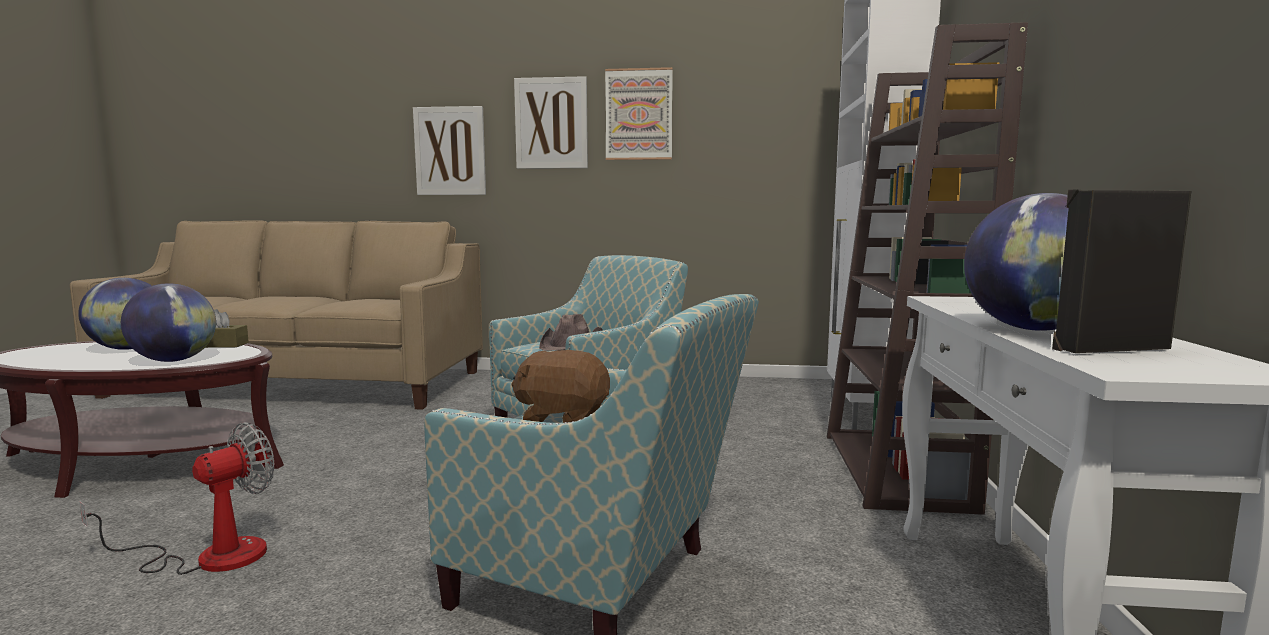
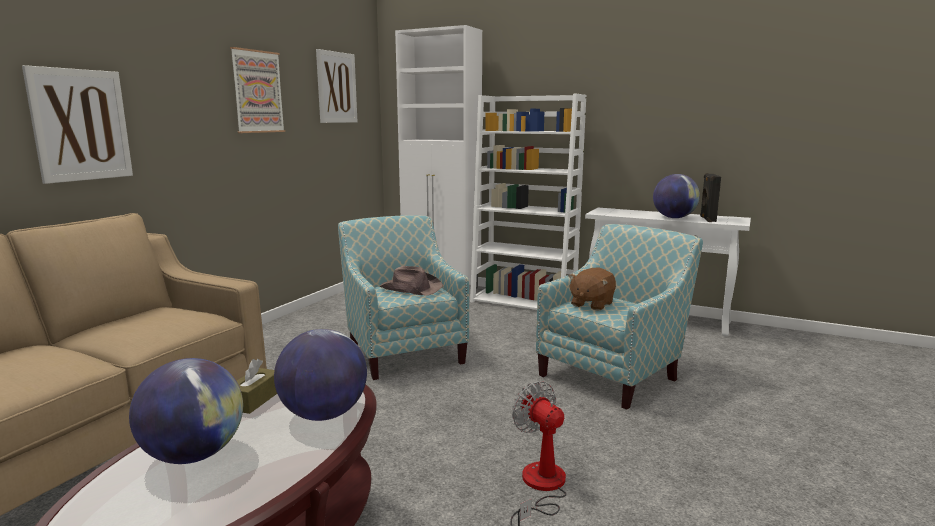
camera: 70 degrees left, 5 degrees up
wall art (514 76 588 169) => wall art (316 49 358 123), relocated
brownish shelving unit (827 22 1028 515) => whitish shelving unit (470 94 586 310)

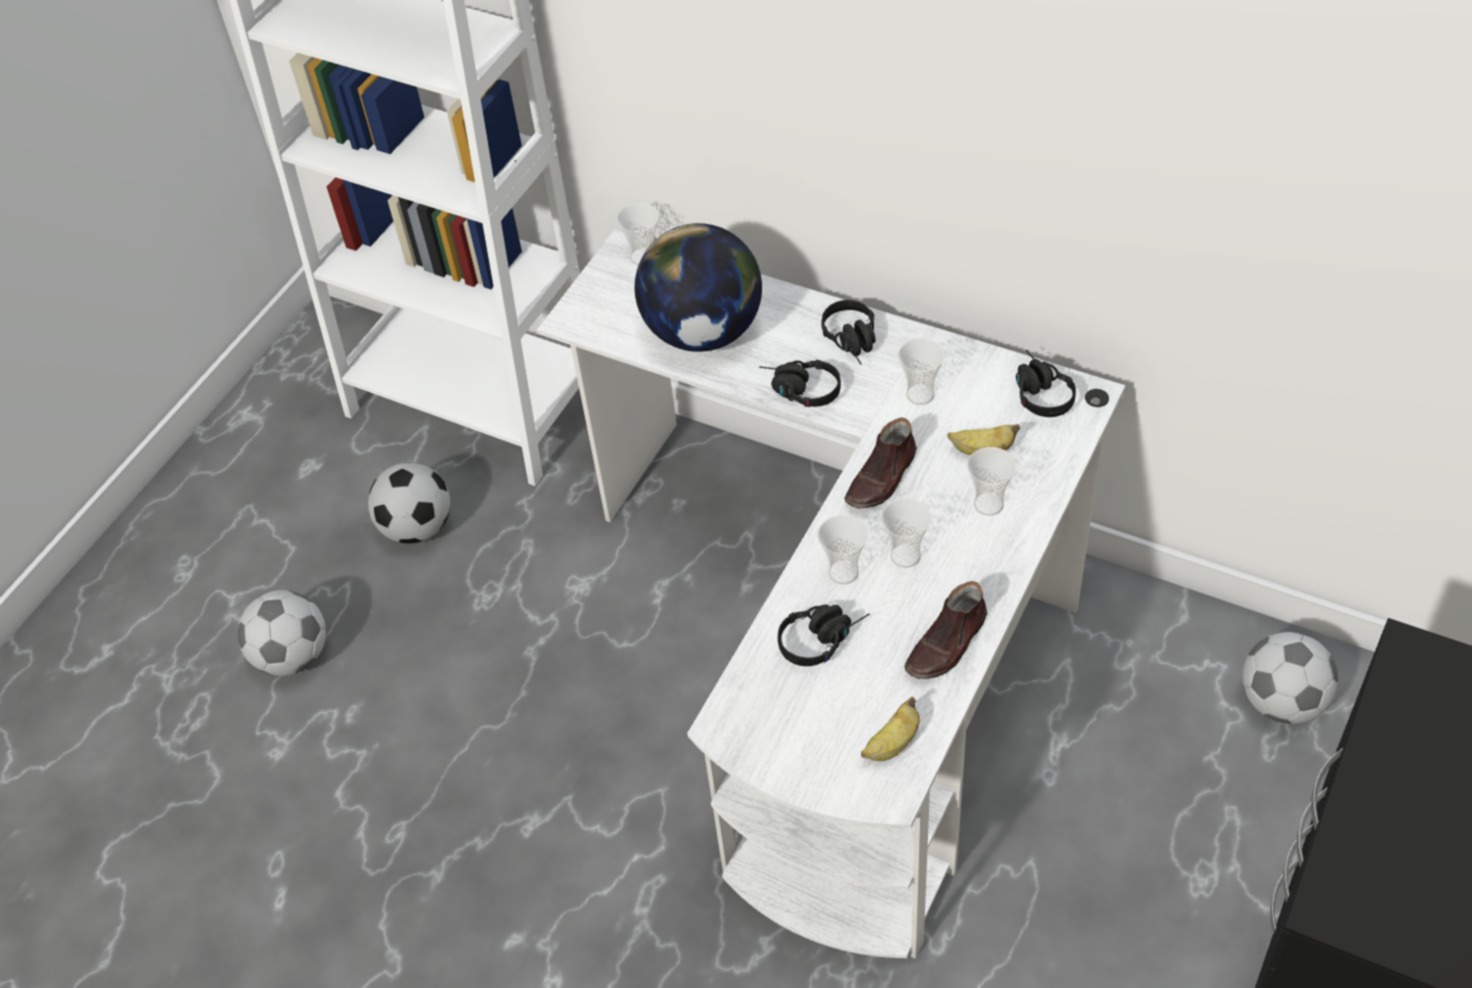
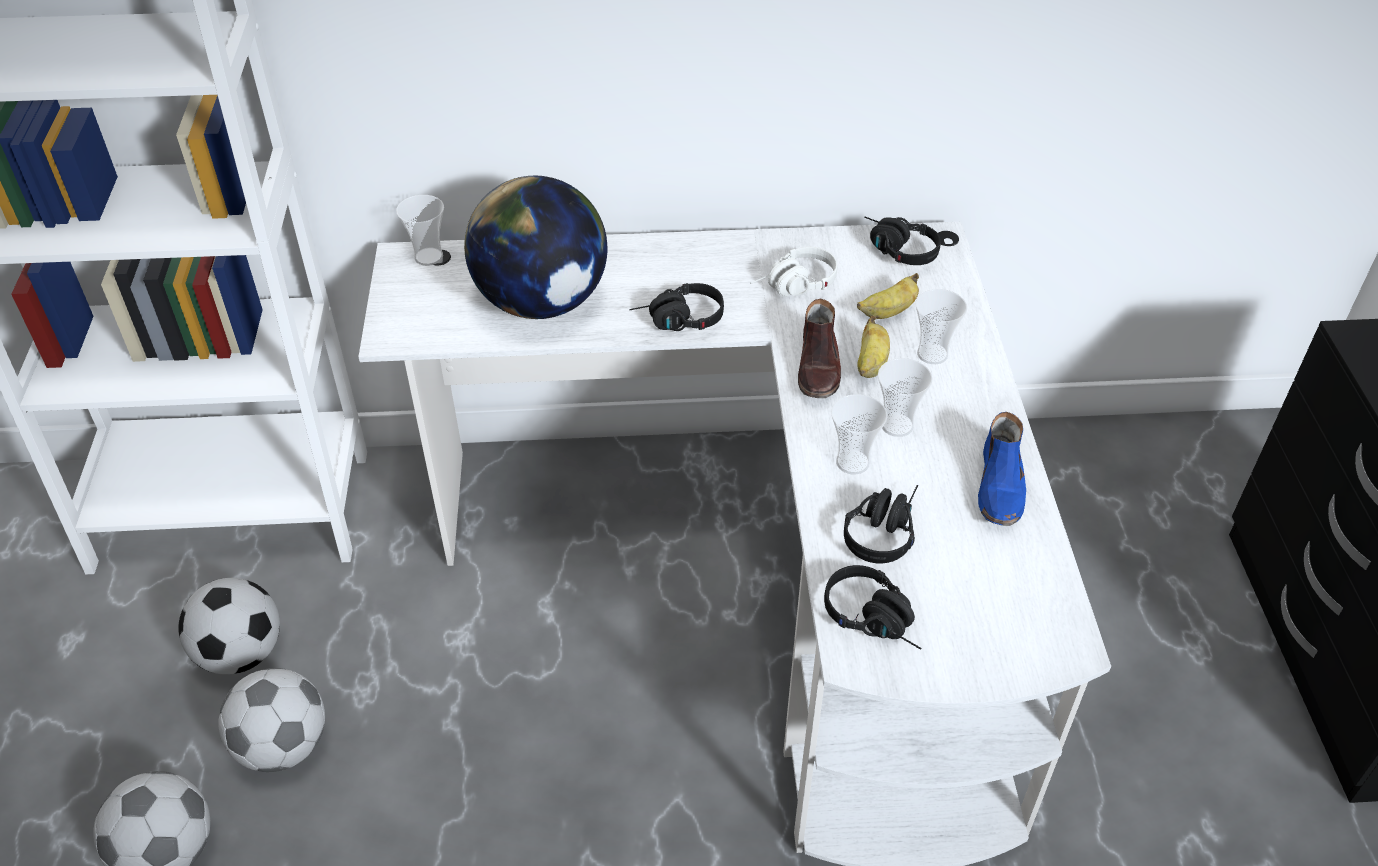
camera: 35 degrees left, 5 degrees down
blackish headset (821 300 876 365) => blackish headset (824 565 922 650), relocated
whole banana (861 697 920 761) => whole banana (857 315 890 378), relocated
football ball (1242 632 1338 724) => football ball (218 668 325 772), relocated
cup (898 338 944 405) => whitish headset (750 247 837 297)
brownish shoe (904 581 987 679) => blue-coloured shoe (978 412 1026 526)

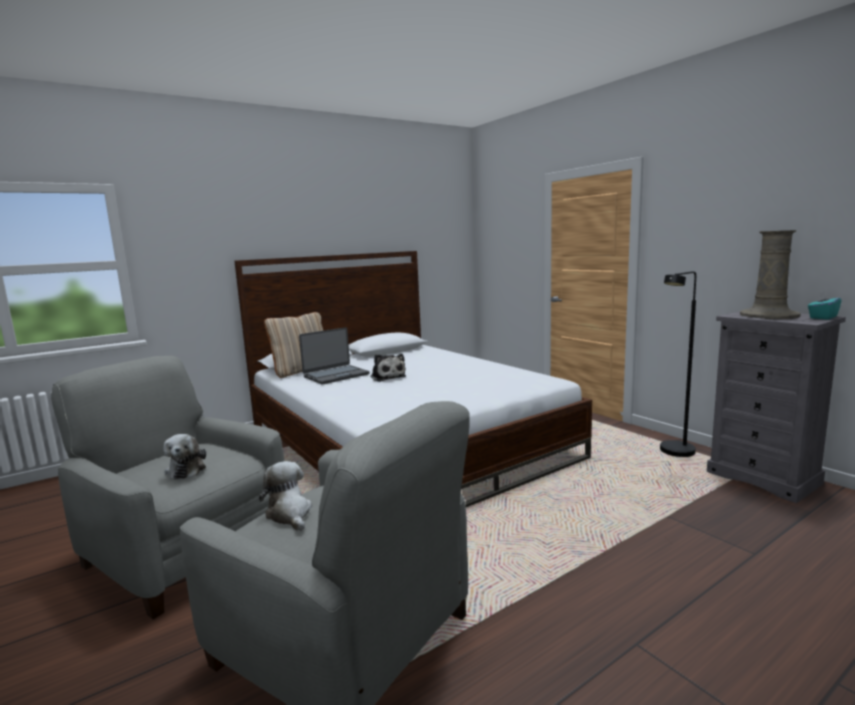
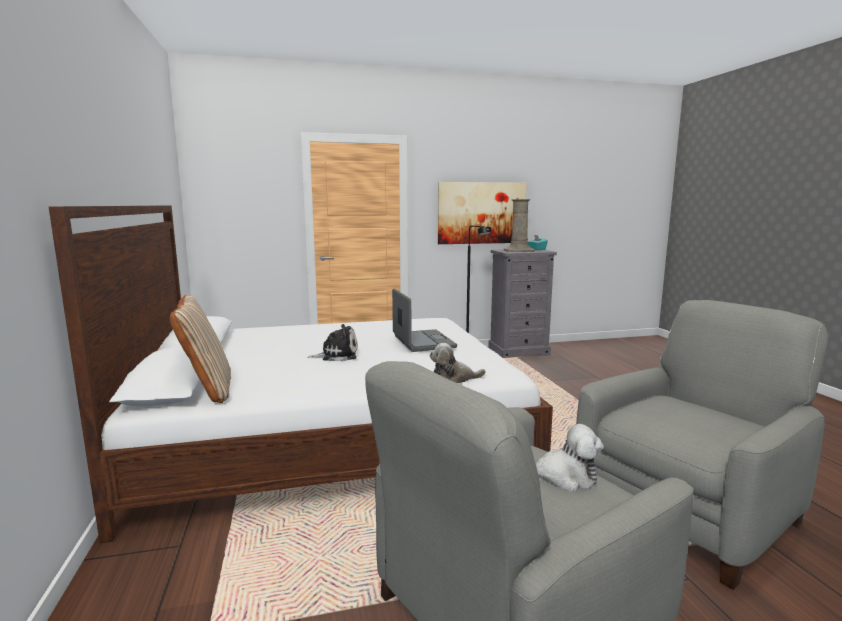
camera: 70 degrees left, 0 degrees up
nothing => wall art (438 182 526 244)
cuddly toy (259 461 312 531) => cuddly toy (430 343 486 383), relocated
laptop (299 327 370 384) => laptop (392 289 457 352), relocated

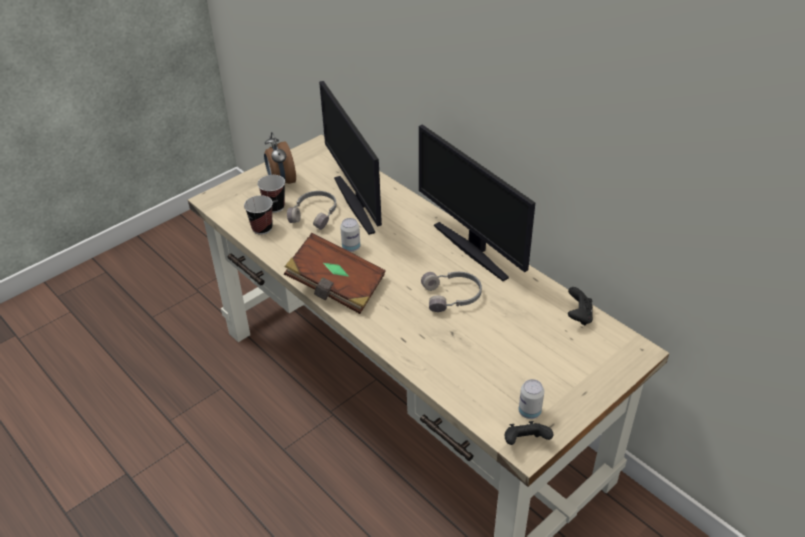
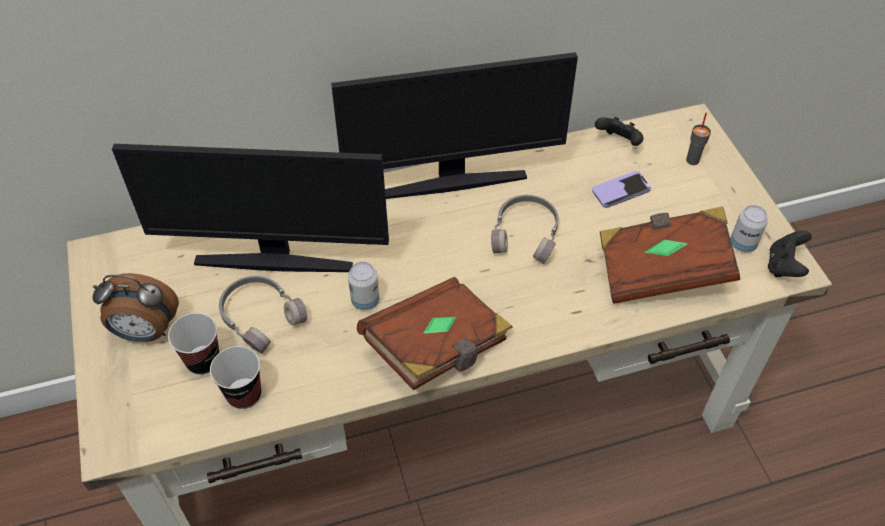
camera: 65 degrees left, 10 degrees up
nothing => phone (592 171 651 208)
nothing => brownish book (600 206 740 304)
nothing => grey cup (686 113 711 165)

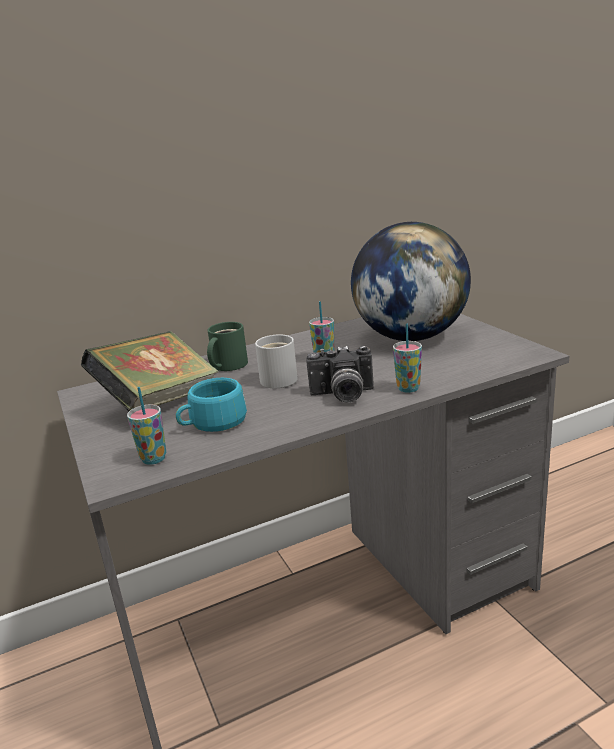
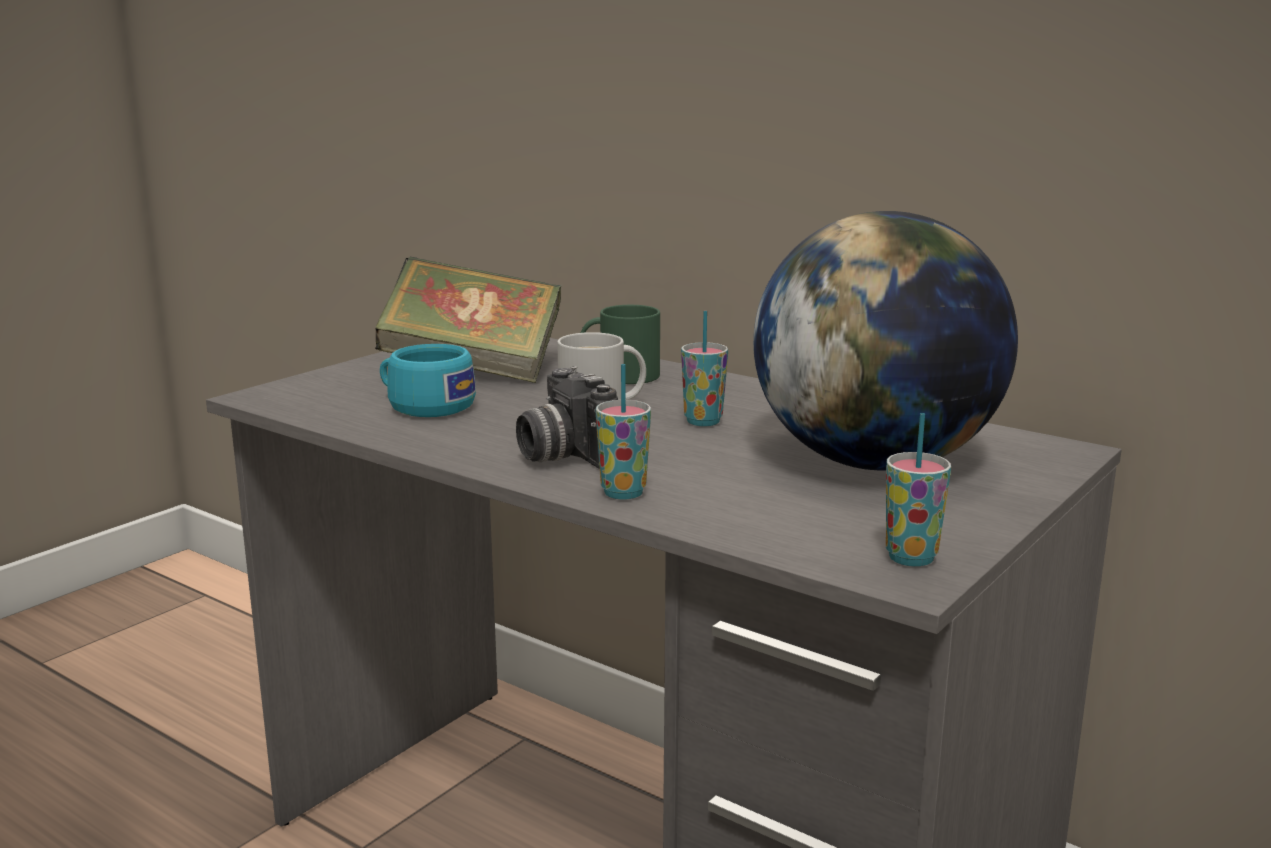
camera: 60 degrees right, 5 degrees down
cup (127 387 166 465) => cup (886 413 951 567), relocated

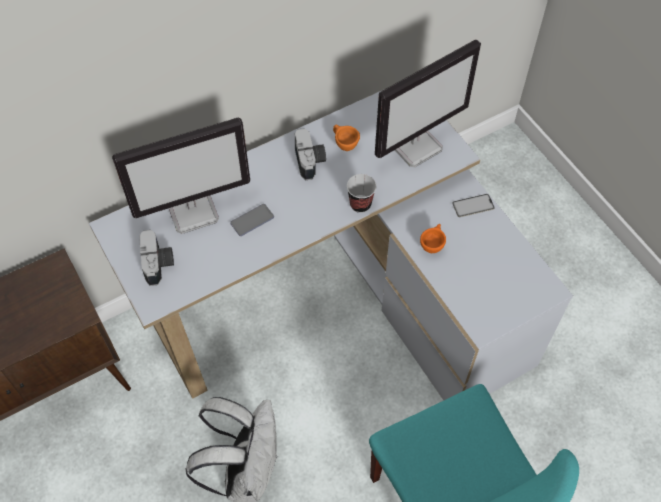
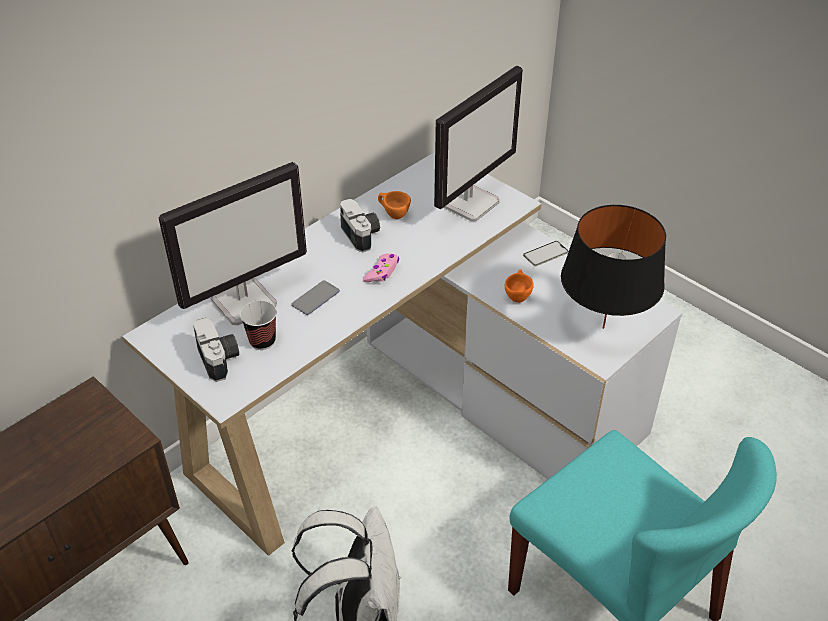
camera: 15 degrees left, 15 degrees down
nothing => pink-coloured gamepad (363 254 399 282)
nothing => blackish tabletop lamp (561 205 666 329)
cup (347 174 377 213) => cup (240 300 277 350), relocated

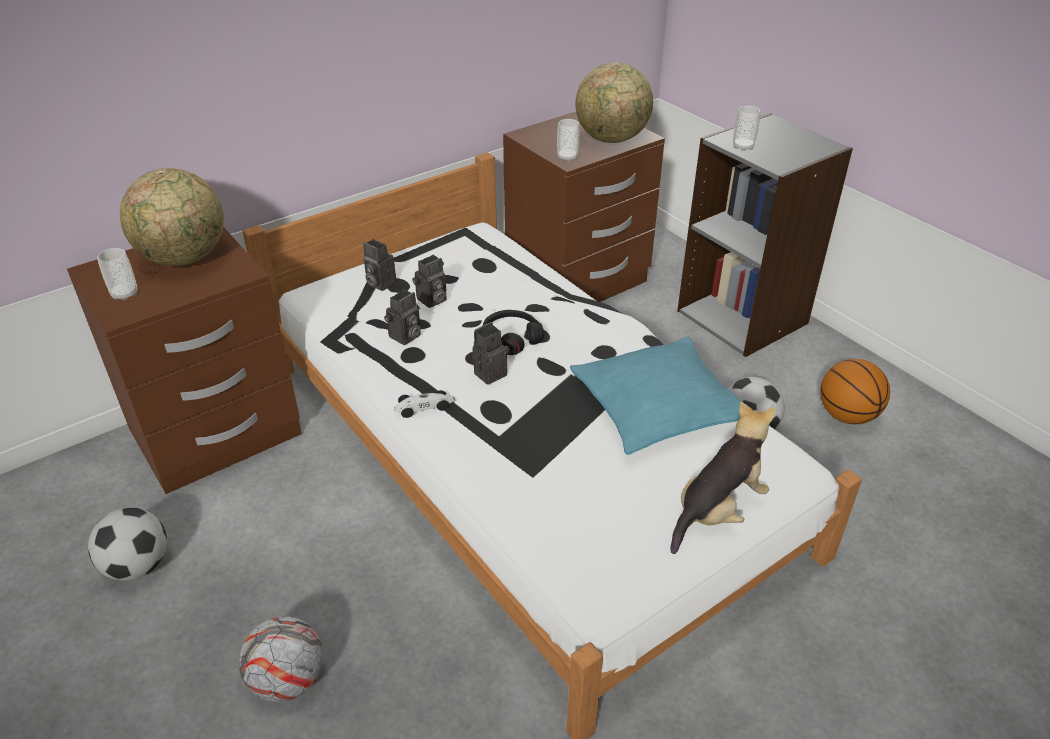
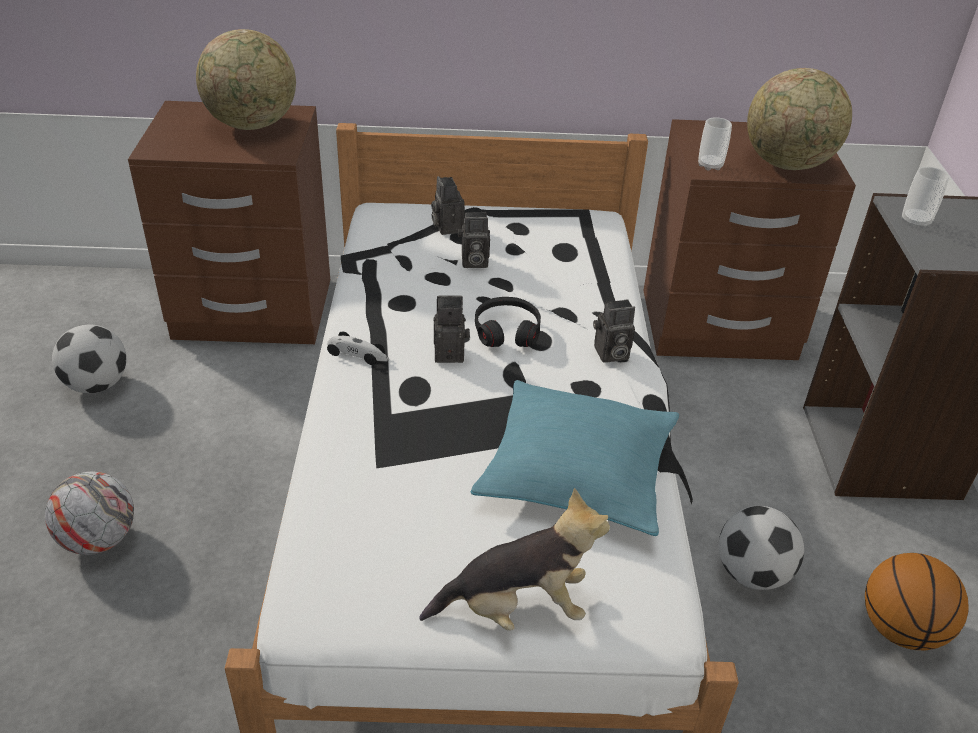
camera: 35 degrees right, 0 degrees up
cup (97 248 138 301) => nothing
photo camera (384 289 421 345) => photo camera (593 299 635 363), relocated

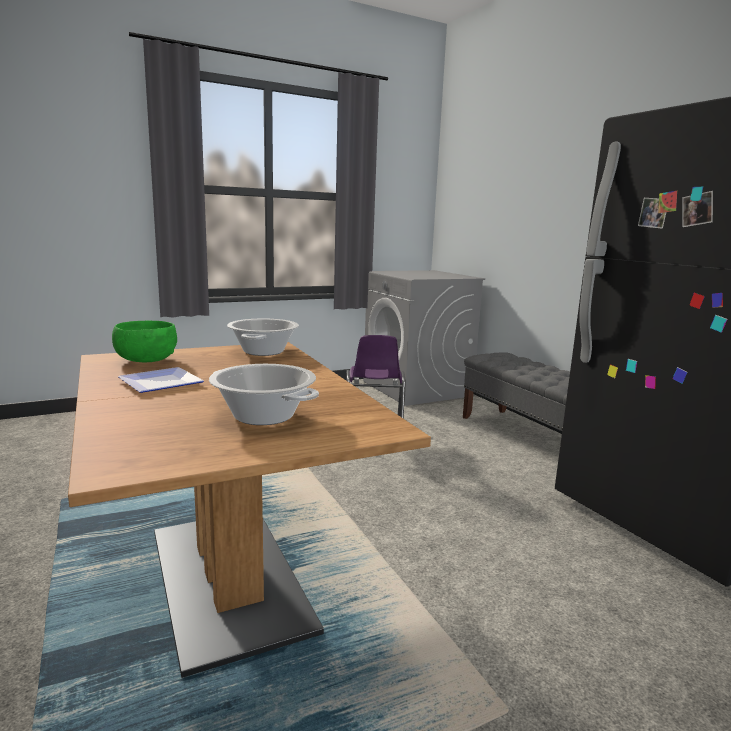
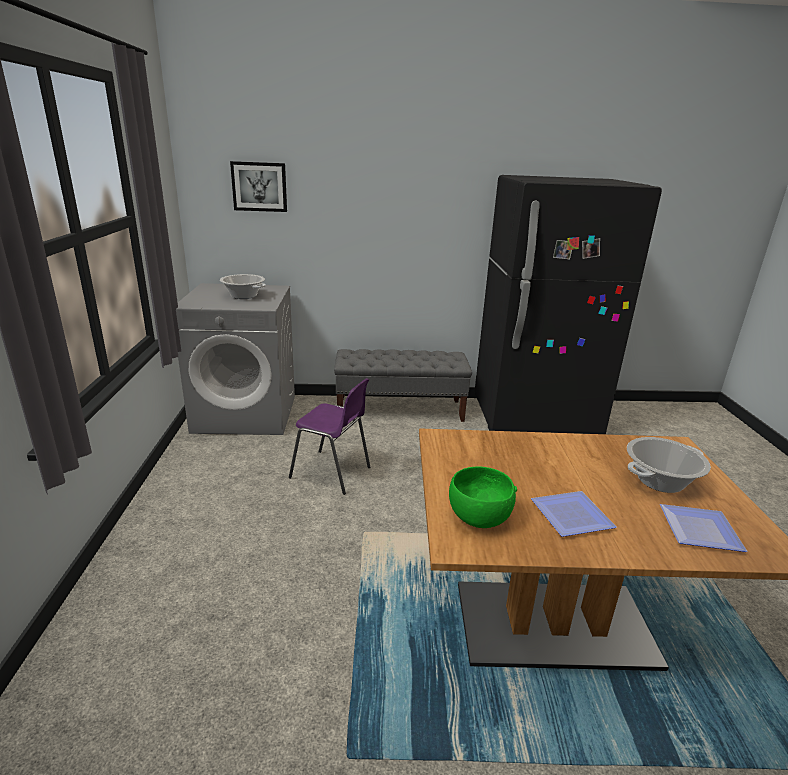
camera: 65 degrees left, 10 degrees up
nothing => wall art (230 161 287 212)
nothing => dinner plate (660 504 747 552)
saucepot (227 319 299 356) => saucepot (220 274 266 299), relocated

